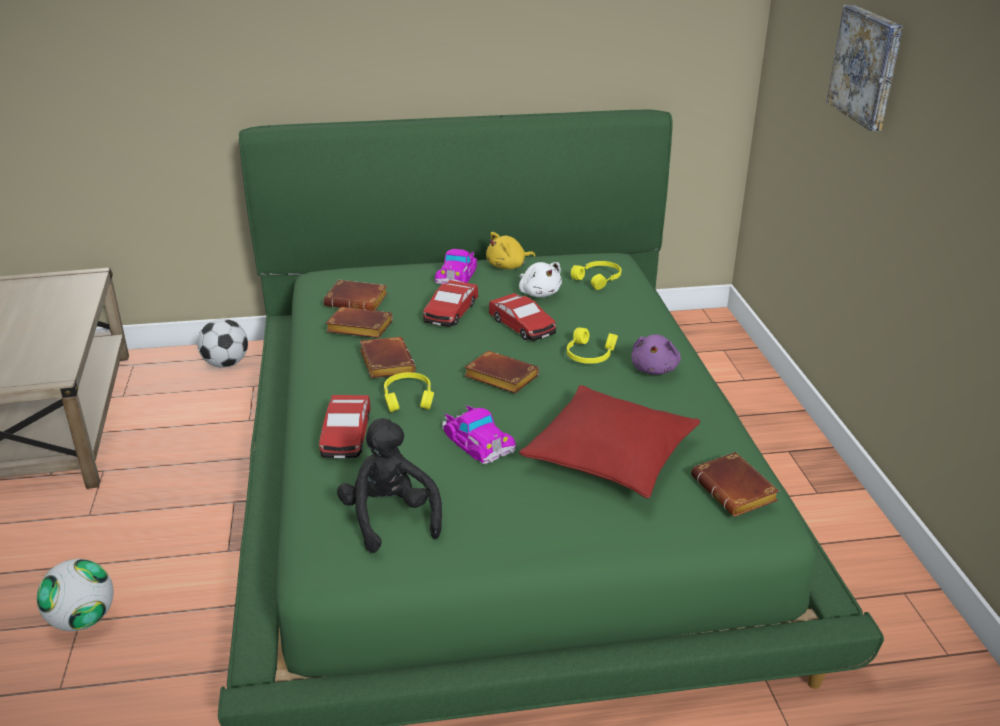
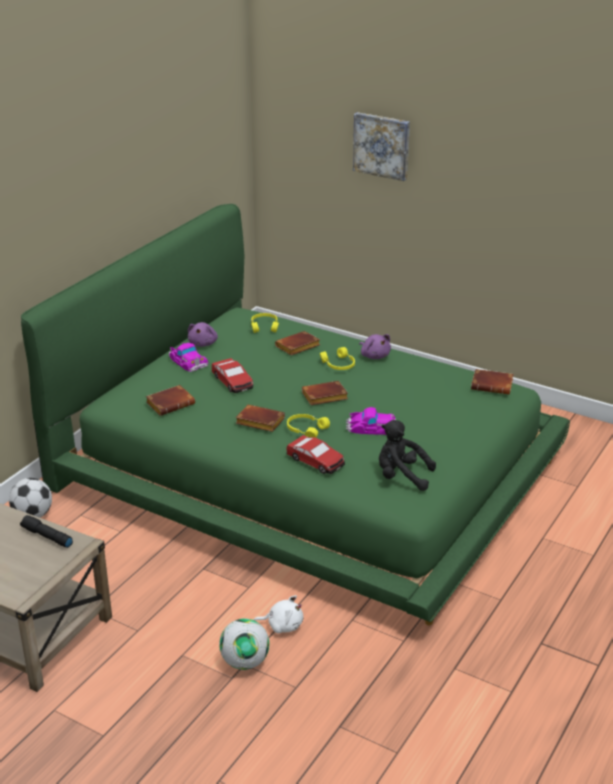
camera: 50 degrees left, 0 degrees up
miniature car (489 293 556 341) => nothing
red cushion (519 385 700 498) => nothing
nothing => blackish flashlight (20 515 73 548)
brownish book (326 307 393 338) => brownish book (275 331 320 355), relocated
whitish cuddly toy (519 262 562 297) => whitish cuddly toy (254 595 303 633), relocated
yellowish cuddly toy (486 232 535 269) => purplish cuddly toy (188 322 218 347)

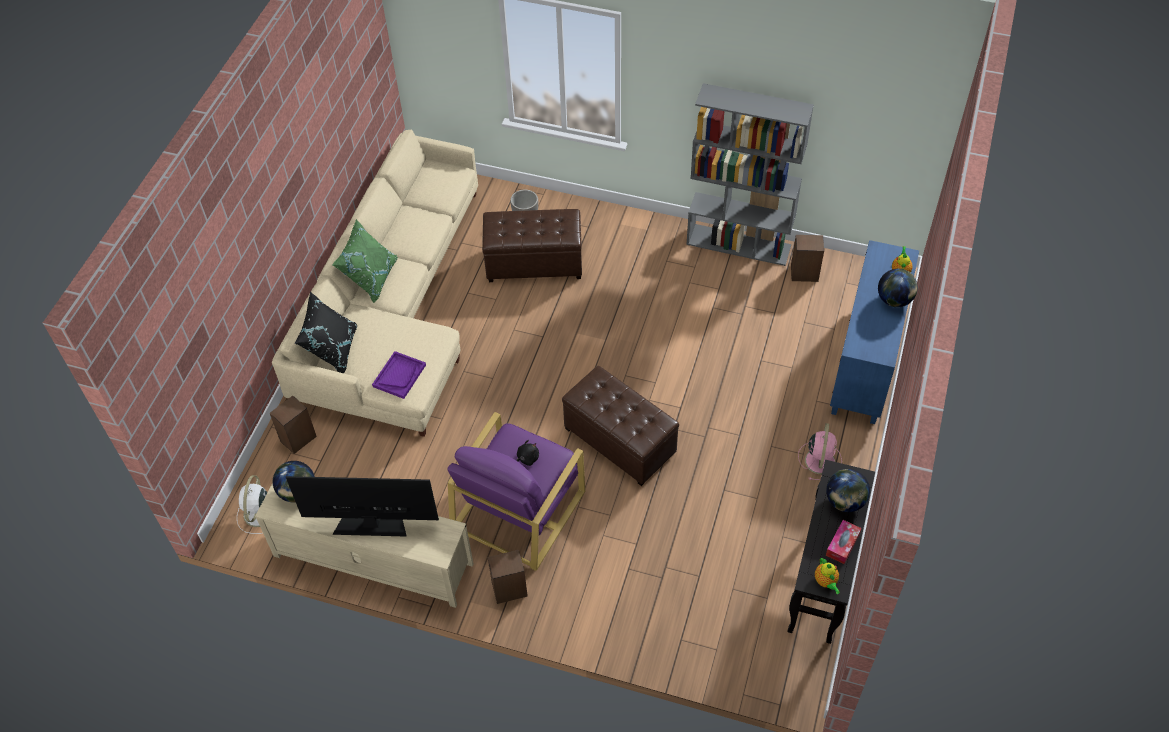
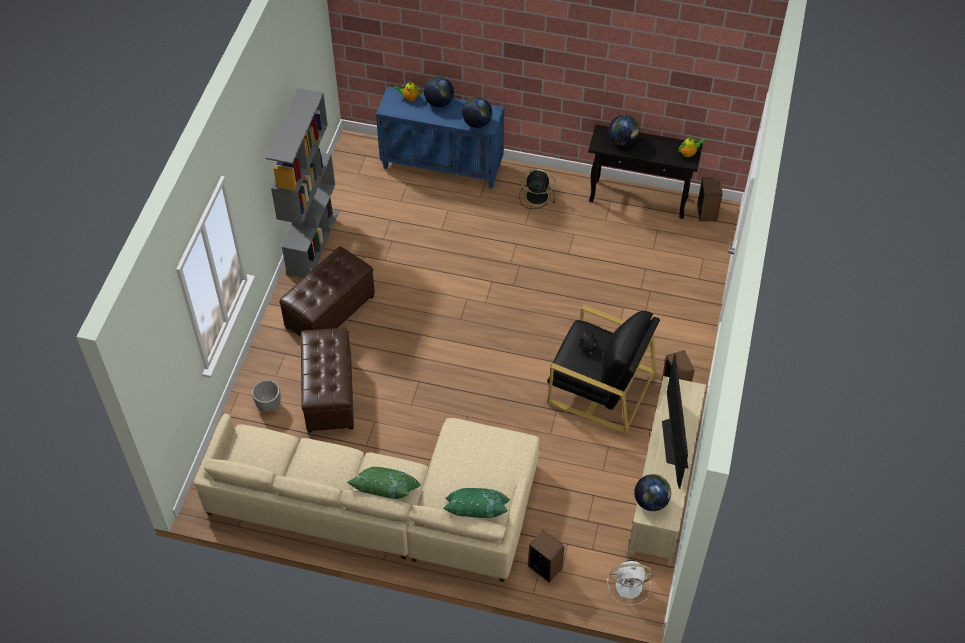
camera: 95 degrees left, 0 degrees up
purplish carrying tray (372 351 426 399) => nothing
box of tissues (826 520 862 564) => nothing
nothing => globe (462 97 492 128)
brownish ottoman (562 366 679 486) => brownish ottoman (279 246 375 337), relocated
audio speaker (791 235 824 282) => audio speaker (697 177 723 221), relocated
blackish cushion (294 291 357 373) => green cushion (443 488 511 518)
purplish armchair (447 412 585 571) => blackish armchair (547 305 660 434)
pink-coloured electric fan (798 423 842 480) => blackish electric fan (519 169 555 209)

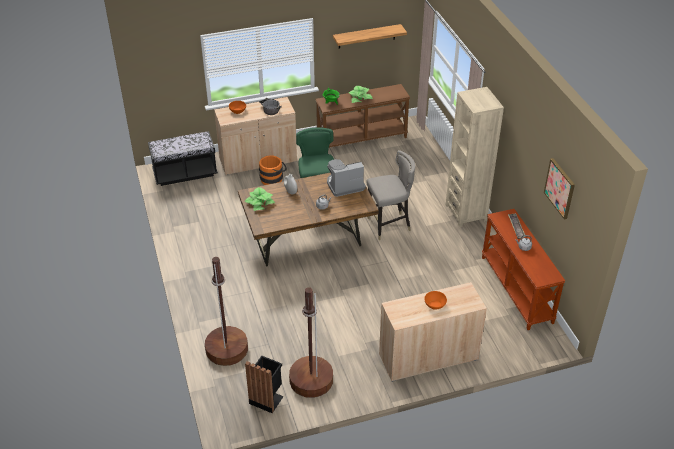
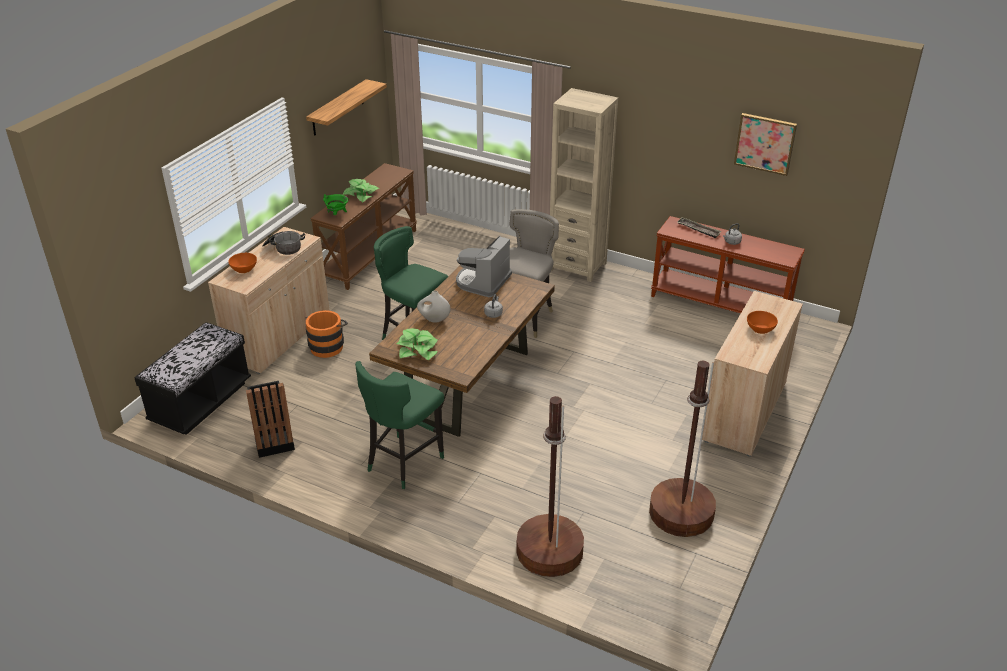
camera: 45 degrees left, 5 degrees down
nothing => green stool (355 361 444 489)
blackish waste bin (245 356 284 413) => blackish waste bin (246 381 295 458), relocated

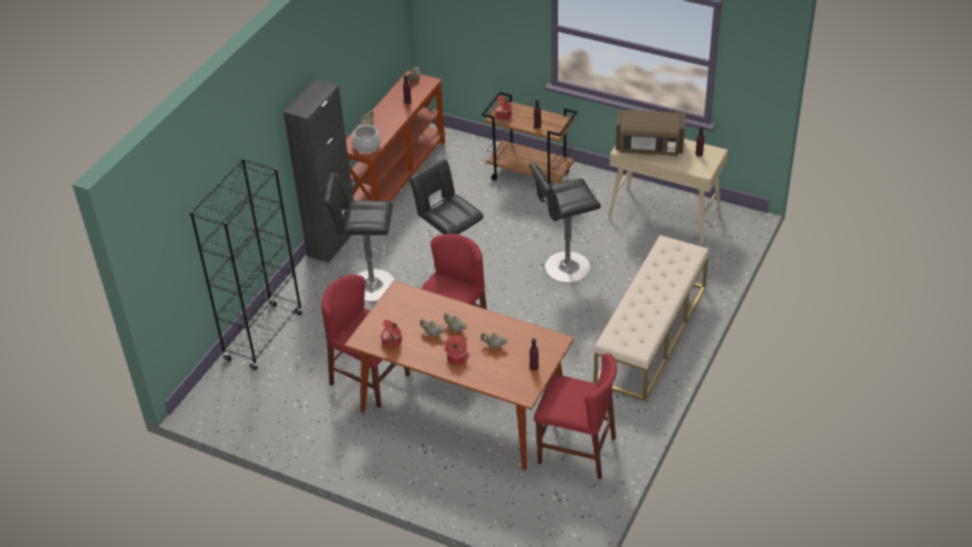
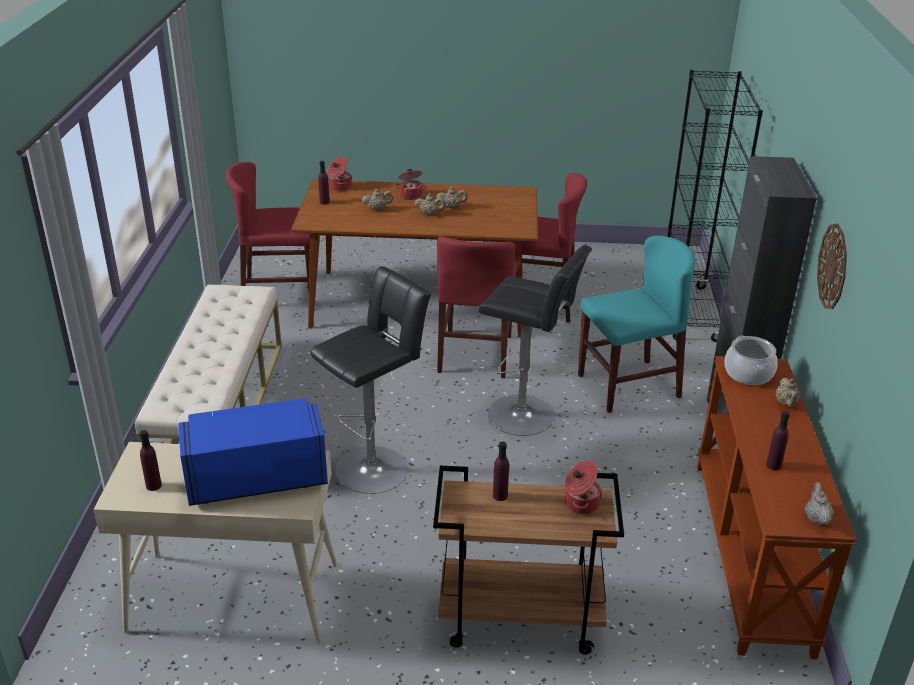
camera: 155 degrees right, 10 degrees down
nothing => wall clock (817 224 847 309)
saucepot (381 320 402 348) => saucepot (328 157 352 191), relocated
blackish stool (323 173 395 302) => blue-green upright chair (578 235 695 413)
brownish microwave oven (616 110 686 156) => blue-coloured microwave oven (178 398 328 506)

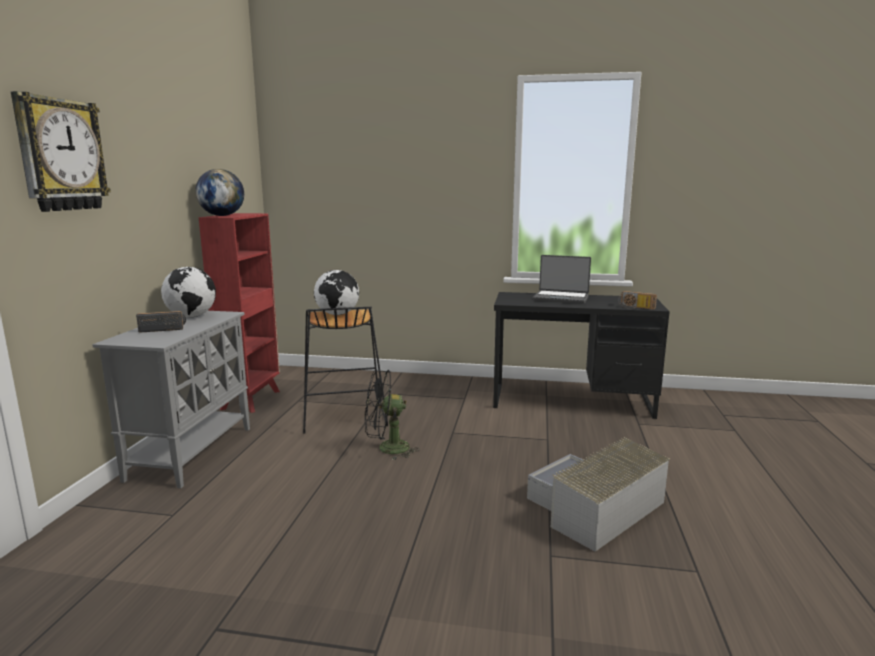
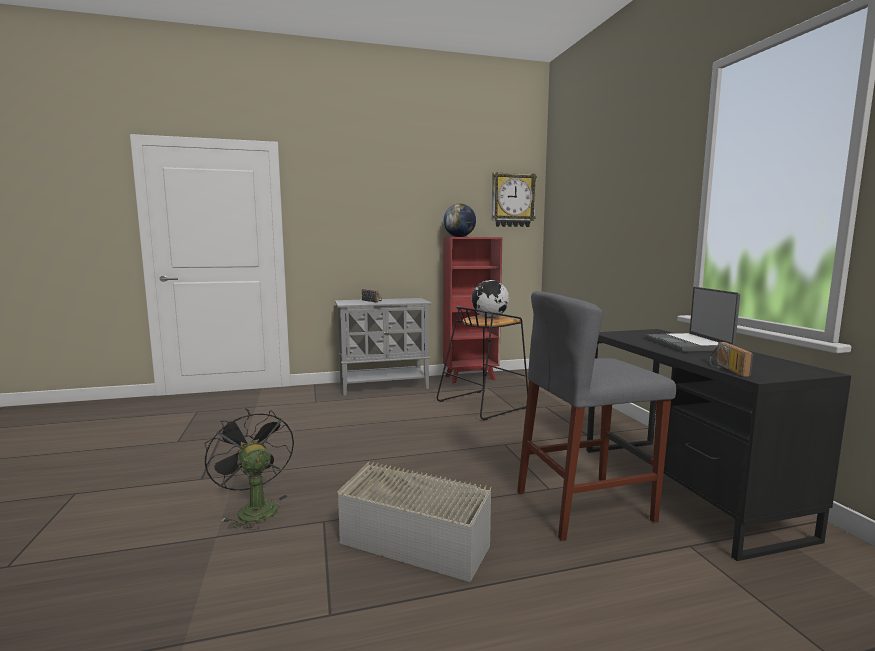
camera: 65 degrees right, 5 degrees down
globe (161 267 216 317) => nothing
nothing => grey stool (517 291 676 541)
wall clock (11 91 111 212) => wall clock (492 172 537 227), relocated
blackish electric fan (365 370 420 460) => blackish electric fan (204 409 294 530), relocated

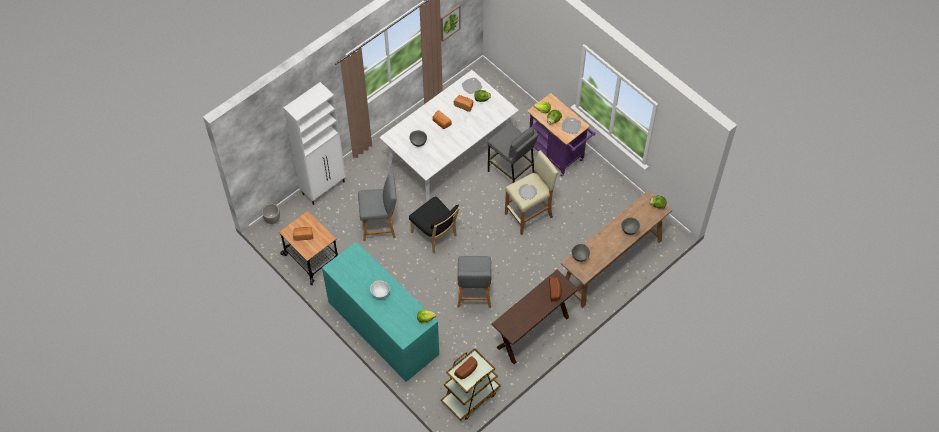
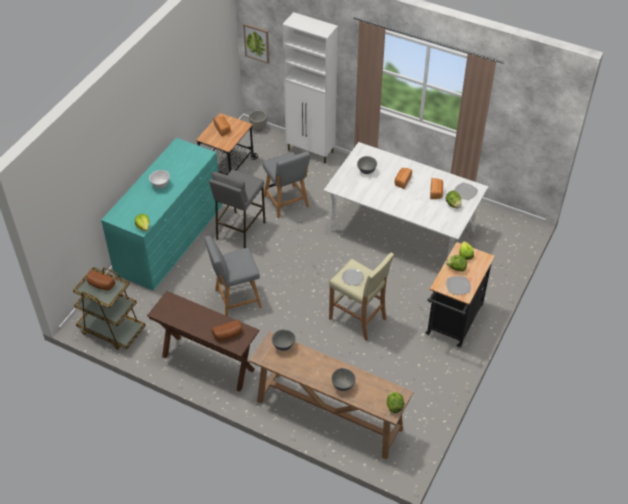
camera: 70 degrees right, 10 degrees down
blackish upright chair (409 196 460 253) => nothing
wall art (440 5 461 42) => wall art (243 23 269 64), relocated
grey stool (487 123 538 183) => grey stool (209 170 265 248), relocated
purplish cart (527 93 595 177) => blackish cart (425 242 495 348)

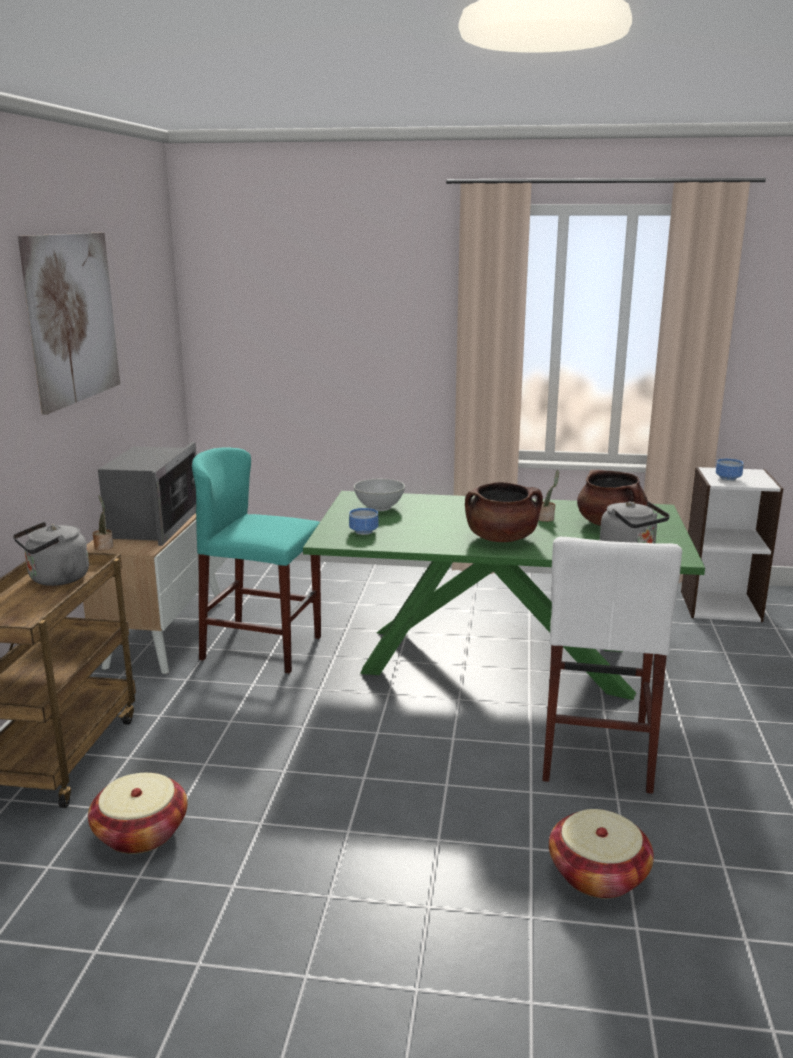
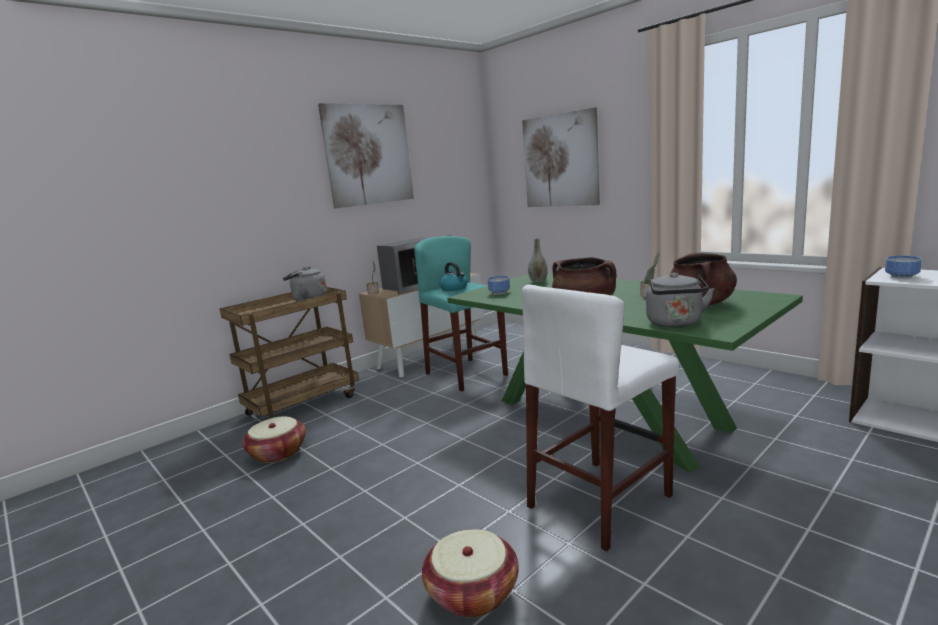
camera: 40 degrees right, 5 degrees down
nothing => water kettle (439 262 468 291)
nothing => wall art (522 107 600 207)
whitish serving bowl (353 479 405 511) => grey flower vase (528 238 547 283)

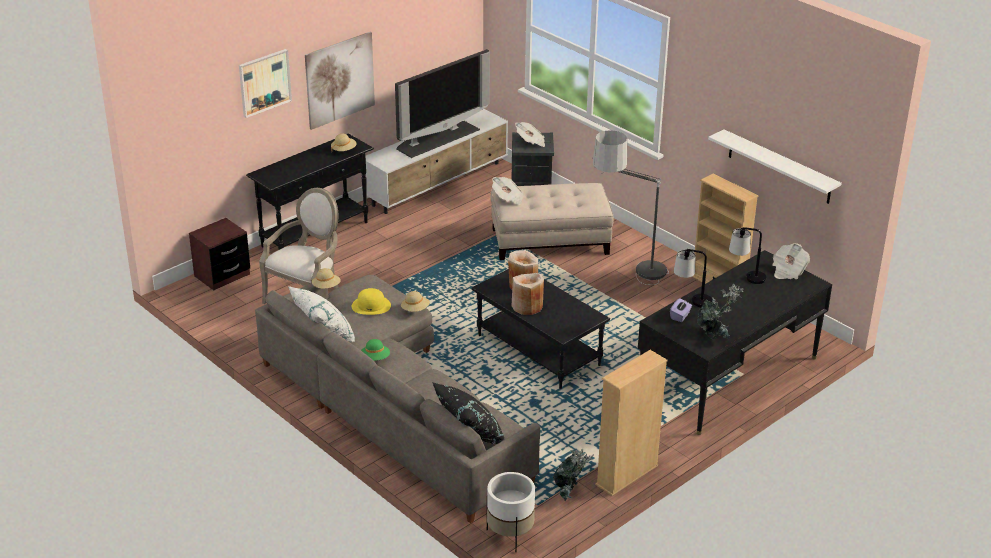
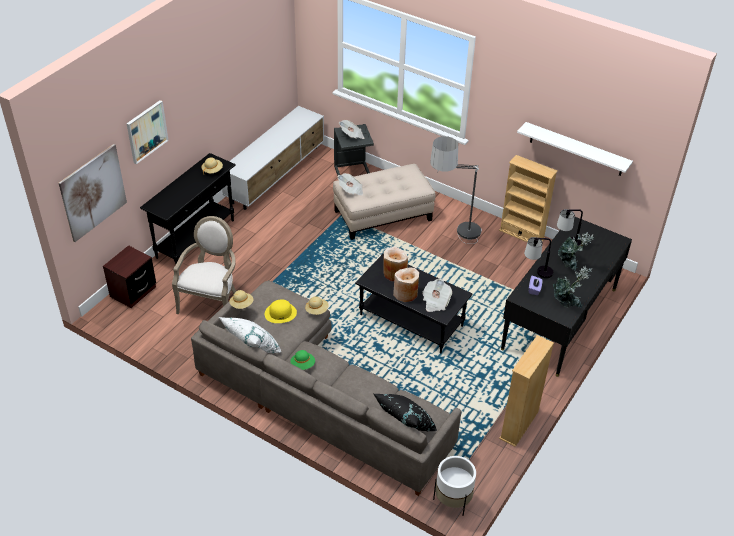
camera: 15 degrees left, 10 degrees up
TV set (395 49 490 158) => nothing
wall art (305 32 375 130) => wall art (59 144 127 242), relocated
plant in a pot (553 449 594 501) => plant in a pot (558 232 594 271), relocated
newspaper (772 243 810 279) => newspaper (422 279 452 312), relocated

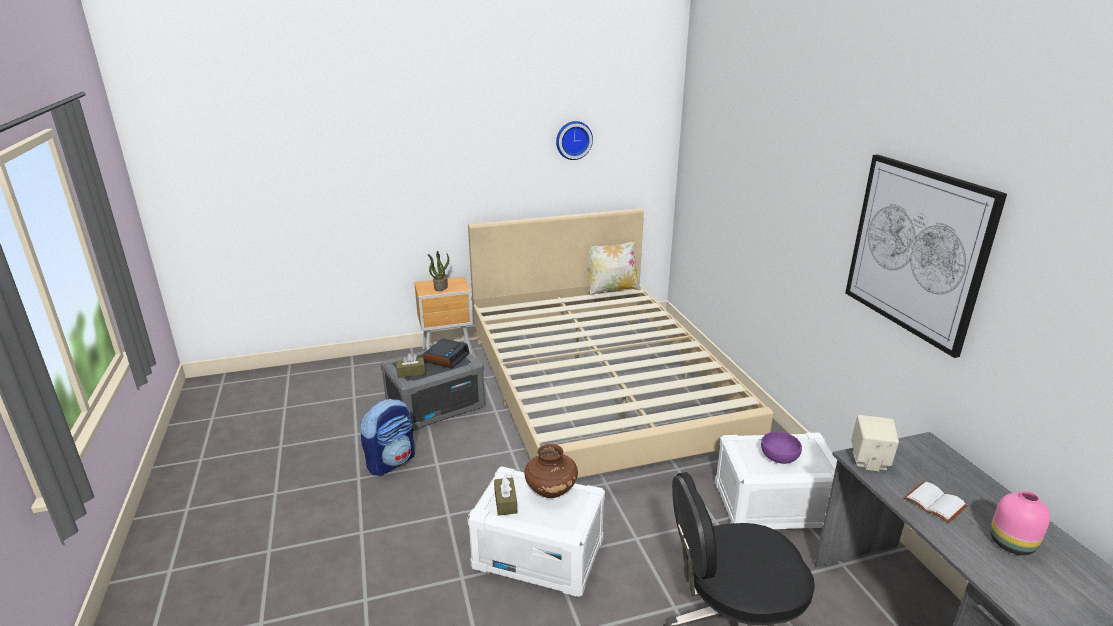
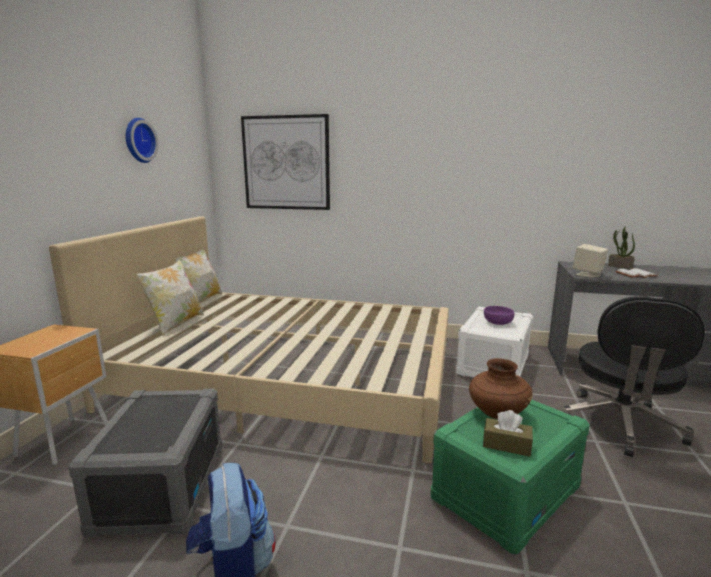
camera: 60 degrees left, 10 degrees down
brownish box of tissues (396 353 425 378) => nothing
alarm clock (423 339 470 368) => nothing
pink-coloured flower vase (990 491 1050 555) => nothing
nothing => cushion (136 259 204 336)
plant in a pot (427 251 449 291) => plant in a pot (608 226 635 268), relocated
wall art (845 154 1007 358) => wall art (241 114 330 210), relocated
whitish storage container (467 466 605 597) => green storage container (431 399 590 555)

